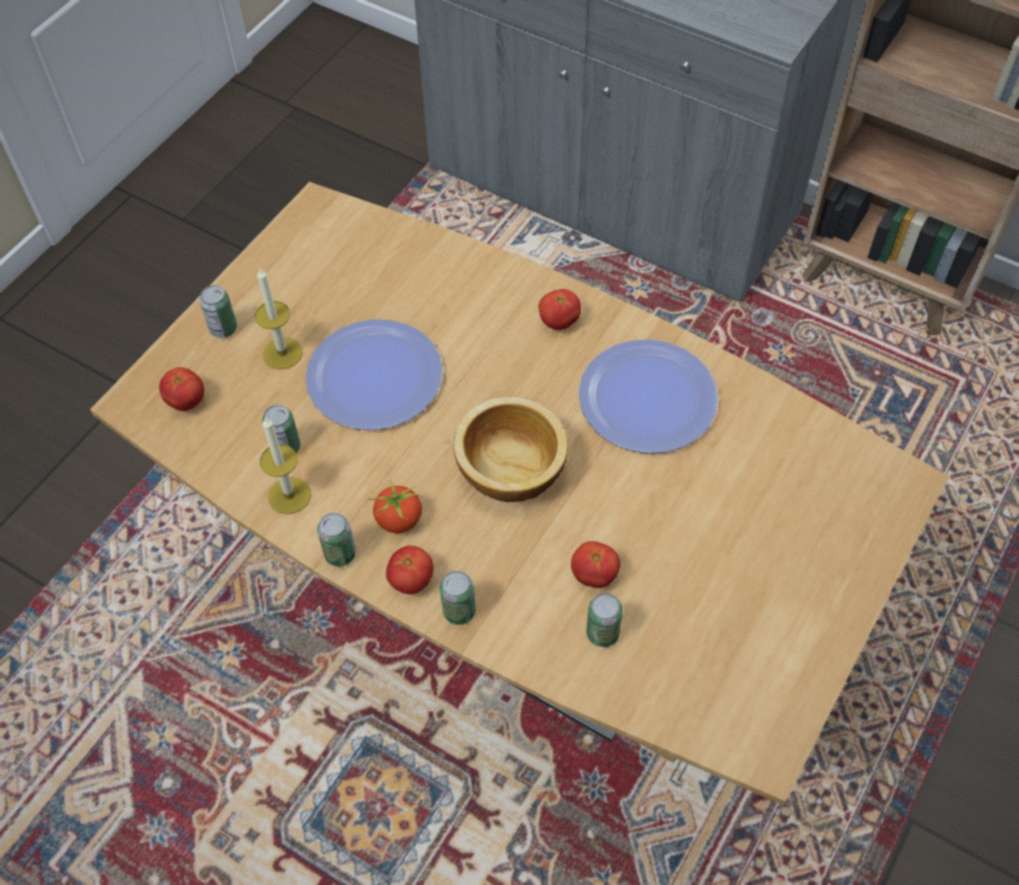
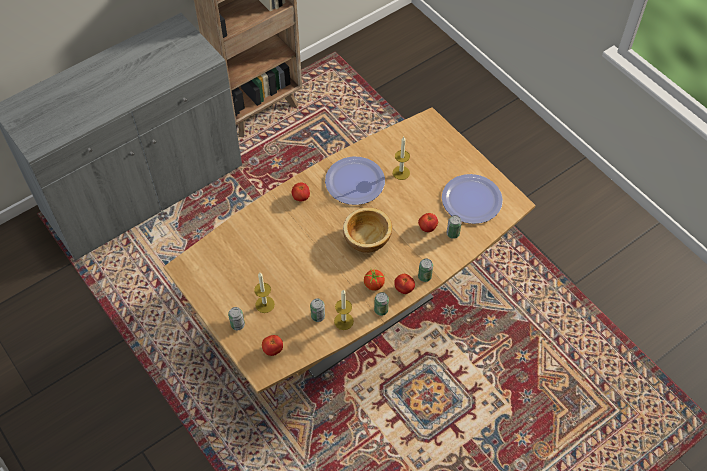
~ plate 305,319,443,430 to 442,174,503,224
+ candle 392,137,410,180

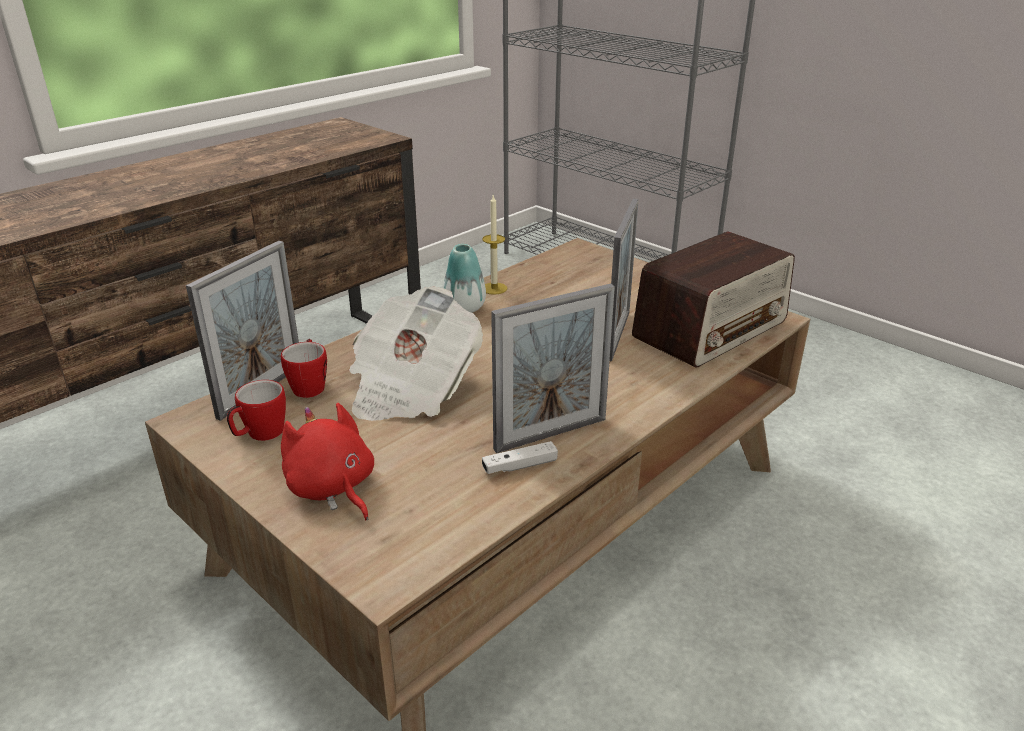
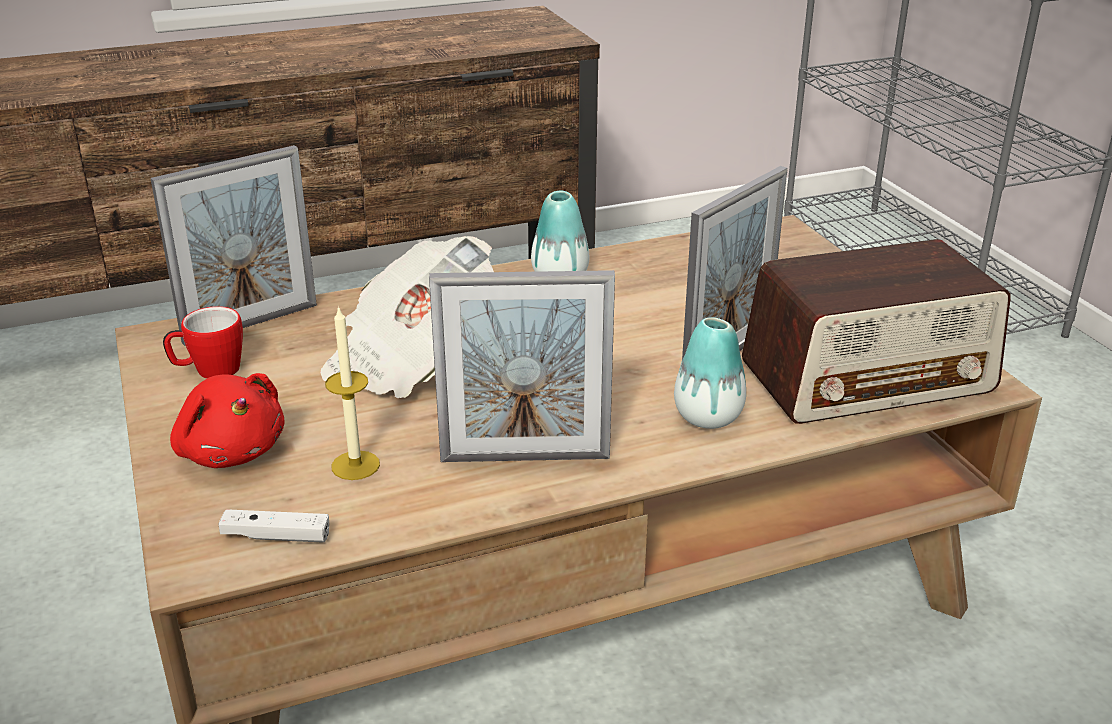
~ candle 482,195,508,295 to 325,306,380,480
- mug 281,339,327,398
~ plush toy (red) 281,403,374,520 = 170,373,285,468 150 degrees clockwise
~ game controller (white) 482,441,558,474 to 219,509,329,543
+ vase 674,317,746,429

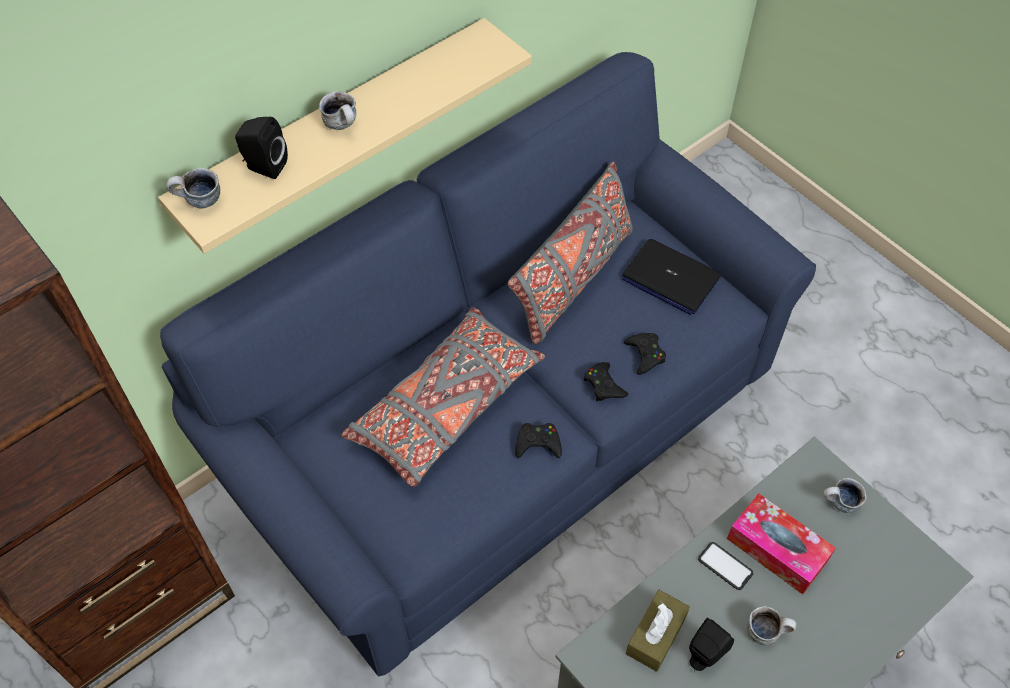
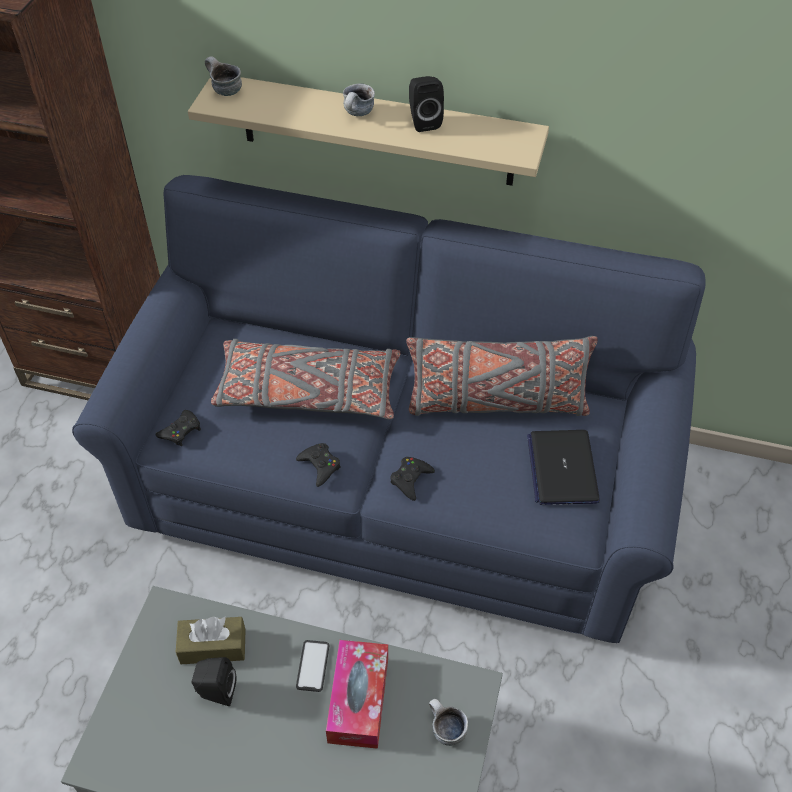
~ speaker (black) 235,117,288,179 to 409,76,444,132
~ game controller (black) 624,333,666,375 to 155,410,201,446
- mug 747,606,796,645

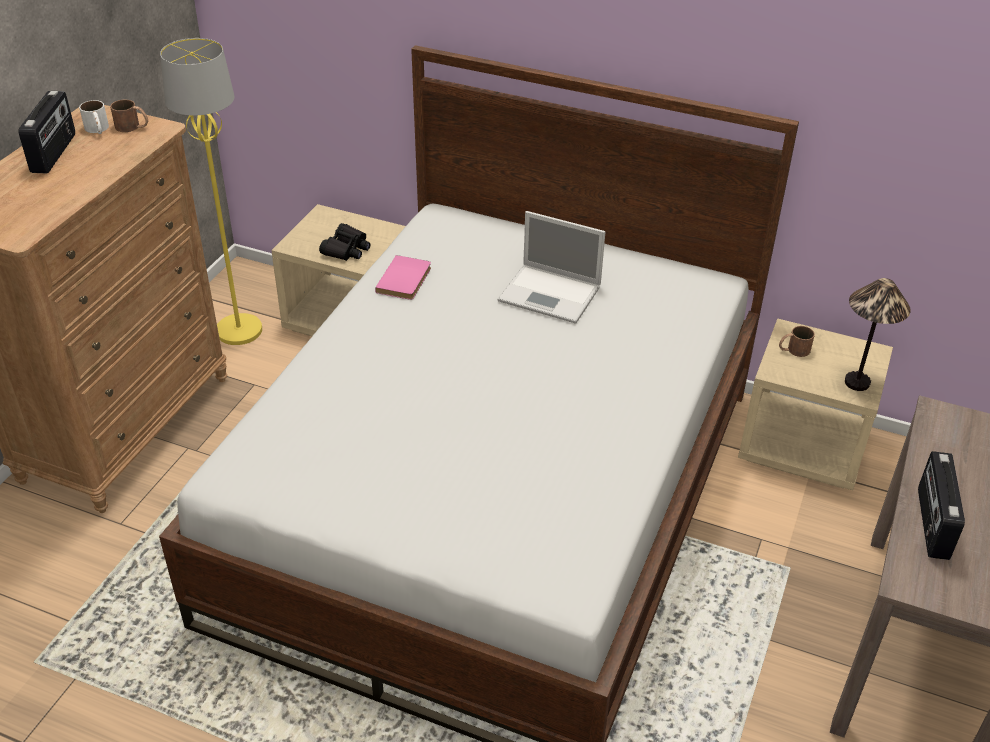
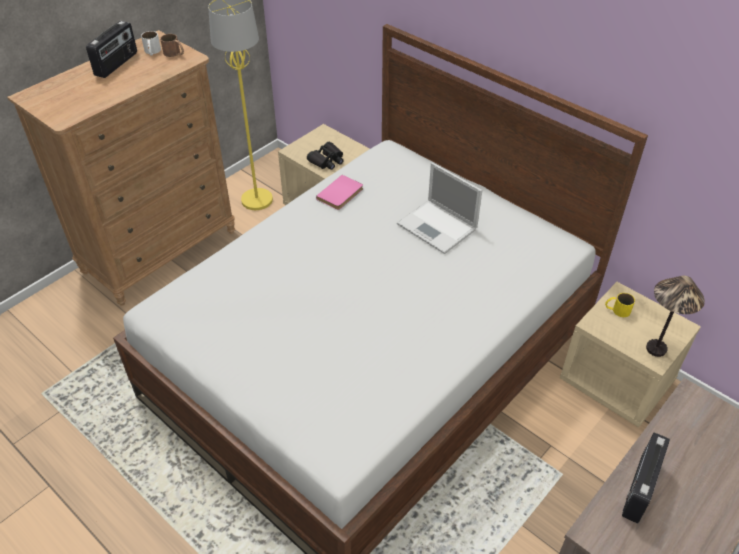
~ mug (brown) 779,326,815,357 to mug (yellow) 605,293,635,317

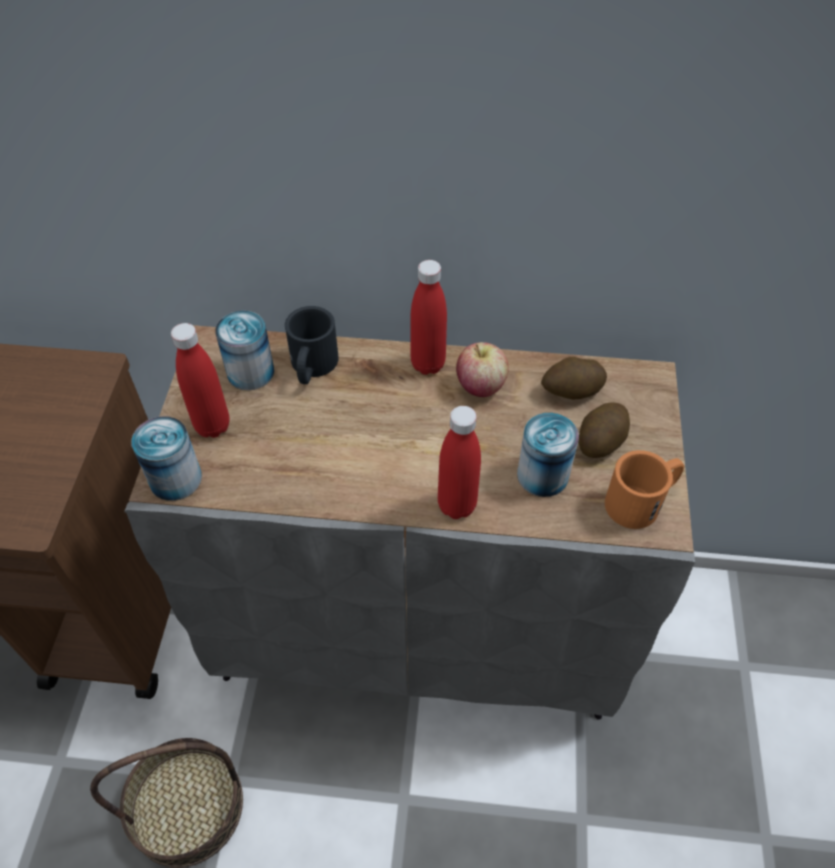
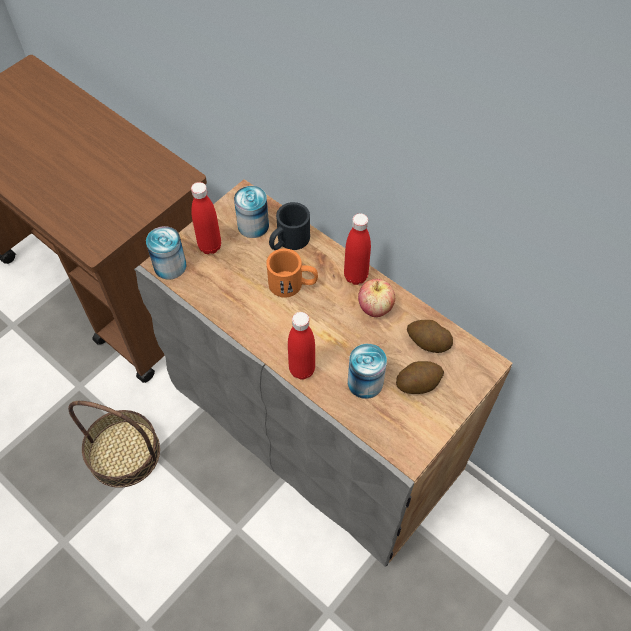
~ mug (orange) 605,450,684,529 to 266,248,318,298

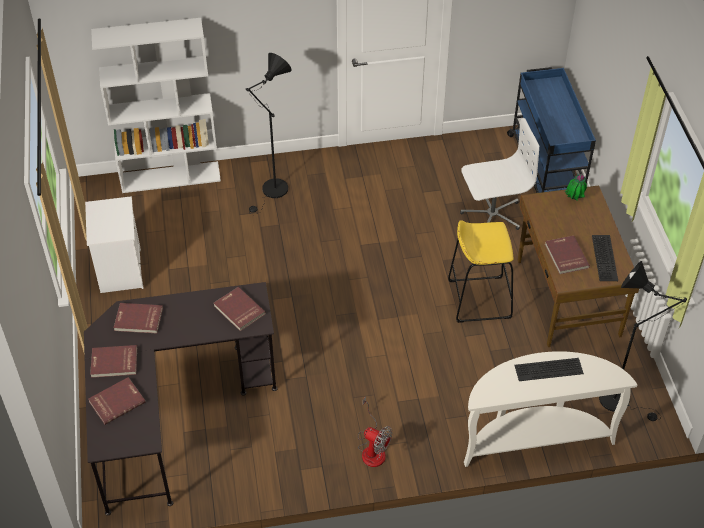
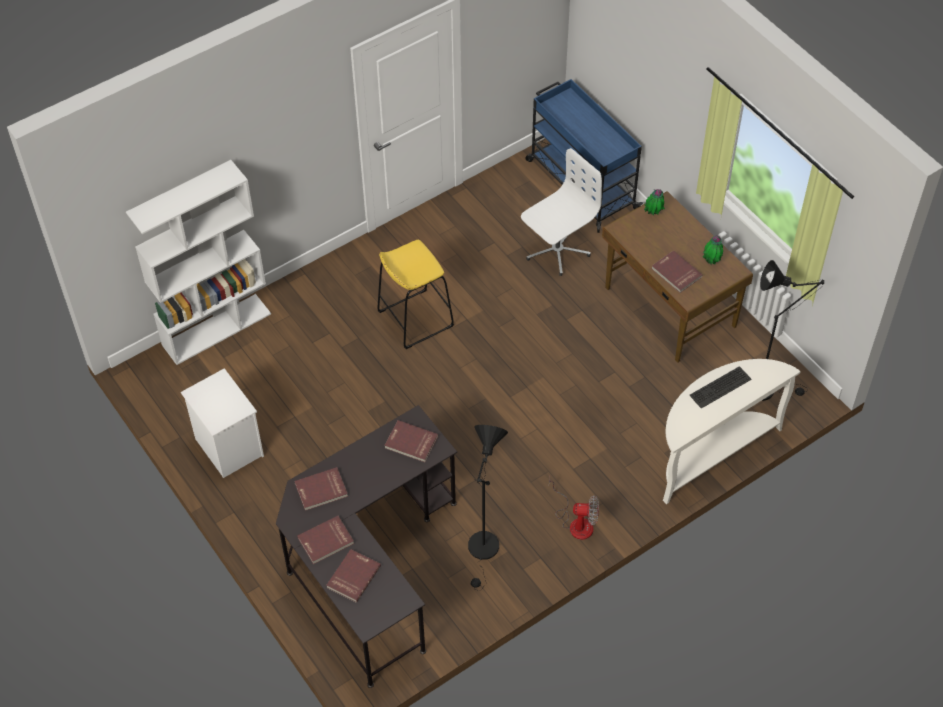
~ floor lamp (black) 245,53,292,215 to 468,425,508,591
~ stool (yellow) 448,220,514,323 to 377,240,454,349
~ keyboard 592,235,618,281 to potted plant 703,235,723,265

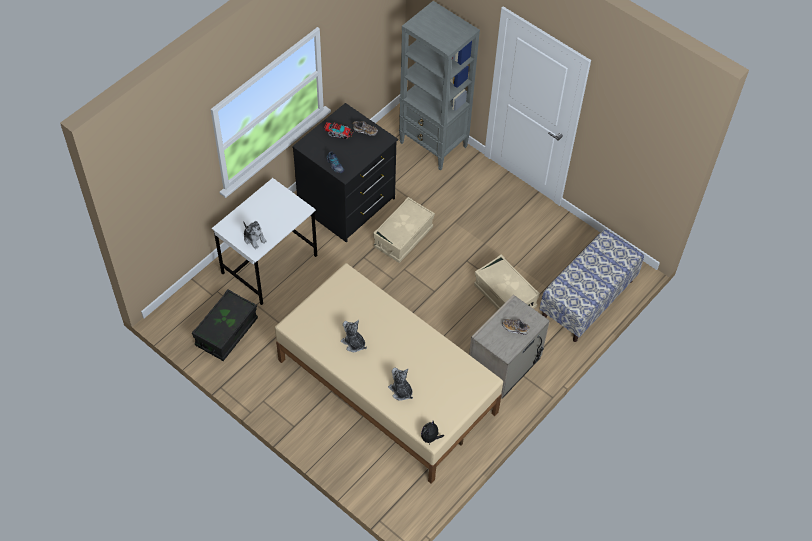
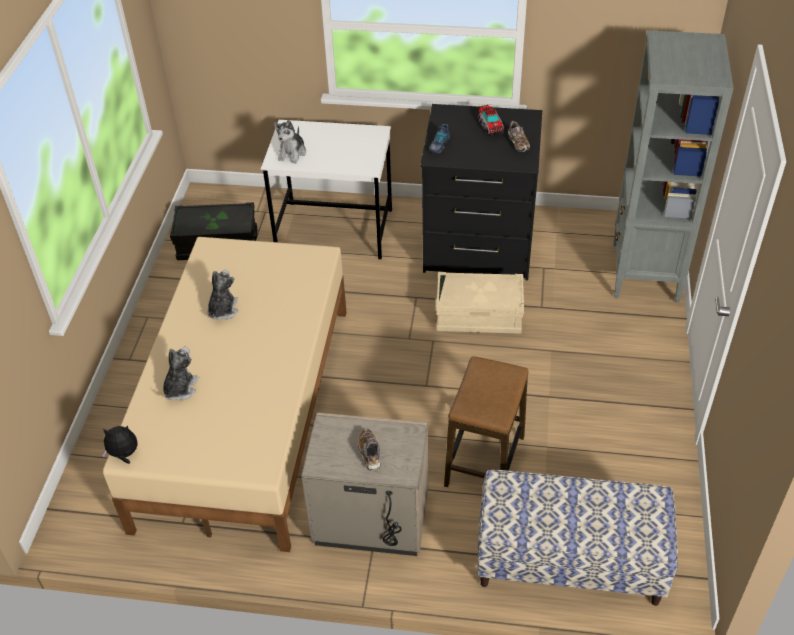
~ storage box (beige) 474,255,540,310 to stool 444,356,529,487

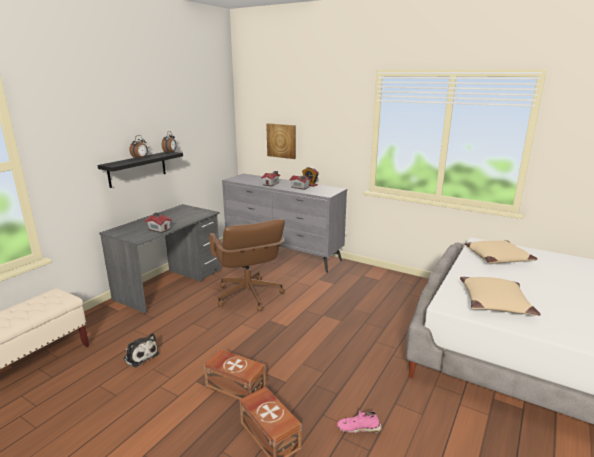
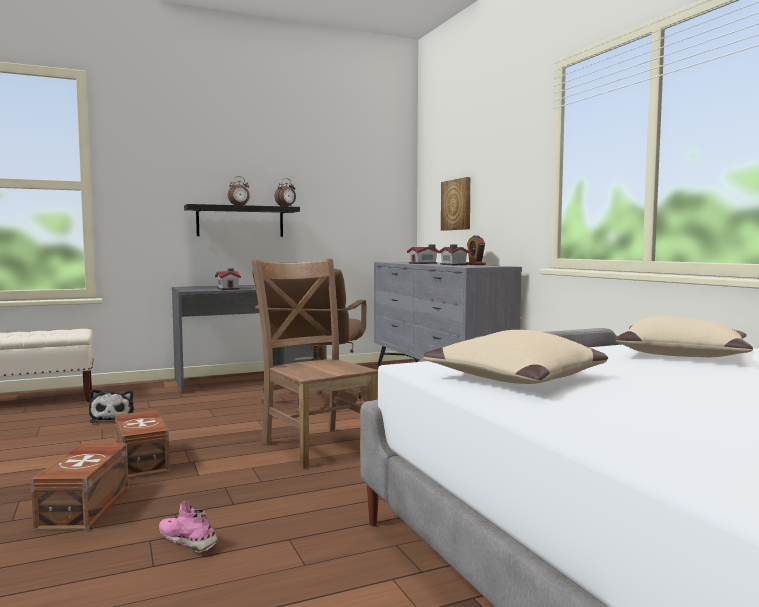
+ chair (brown) 251,259,378,468

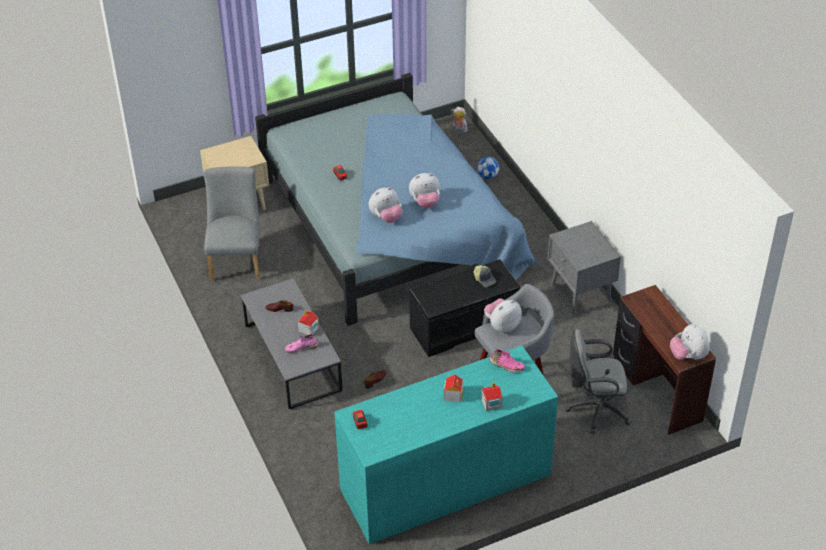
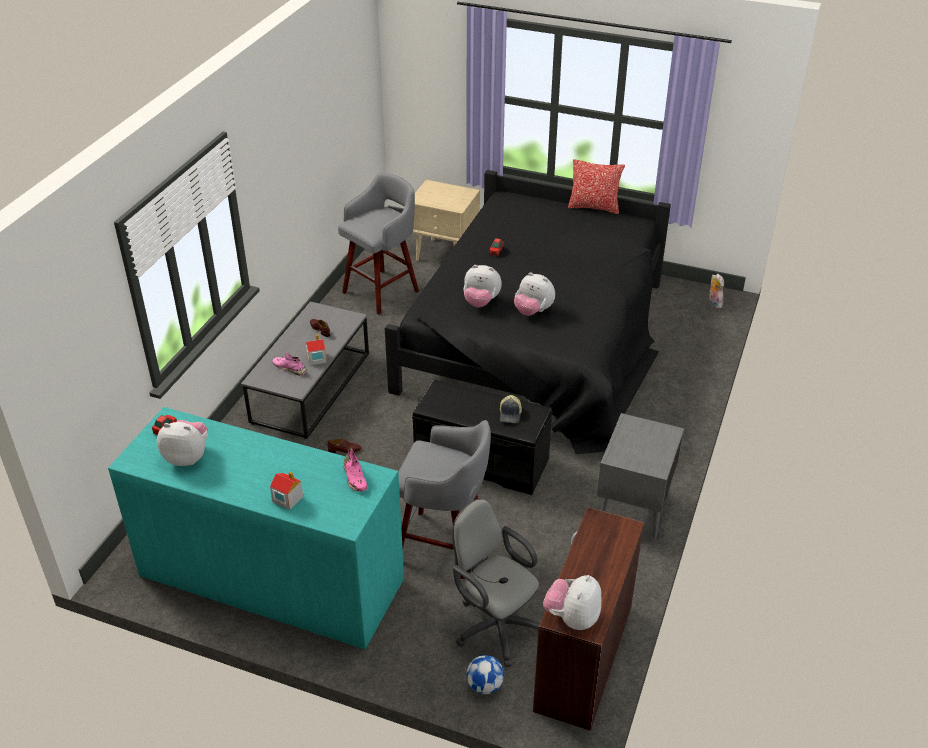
~ bed (blue) 255,73,537,326 to bed (black) 385,170,671,454
~ football 477,157,499,179 to 466,655,504,694
~ chair (grey) 203,167,260,281 to stool (grey) 338,172,419,315
~ plush toy 484,298,522,333 to 157,420,208,466
- toy house 444,374,463,403
+ pillow 568,159,625,214

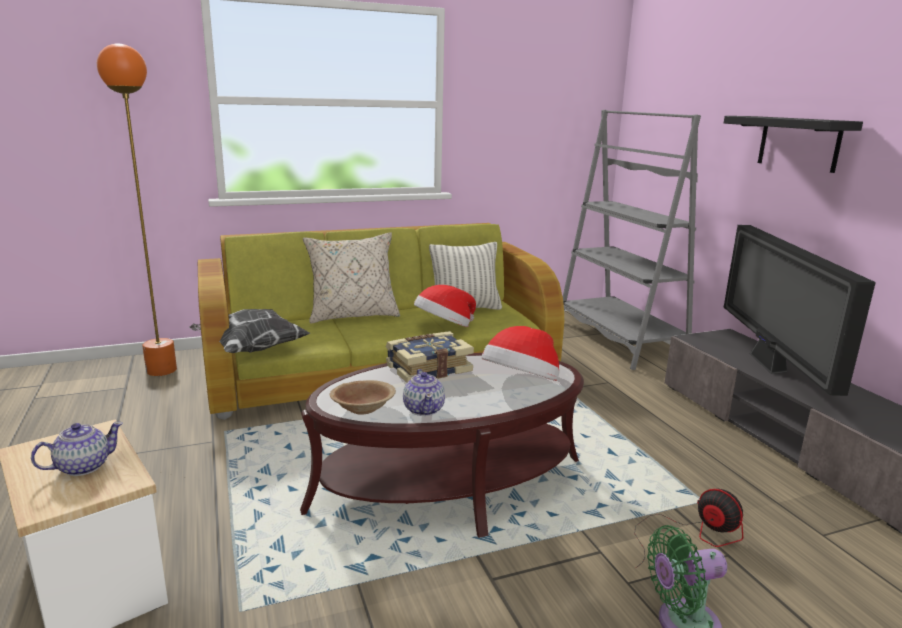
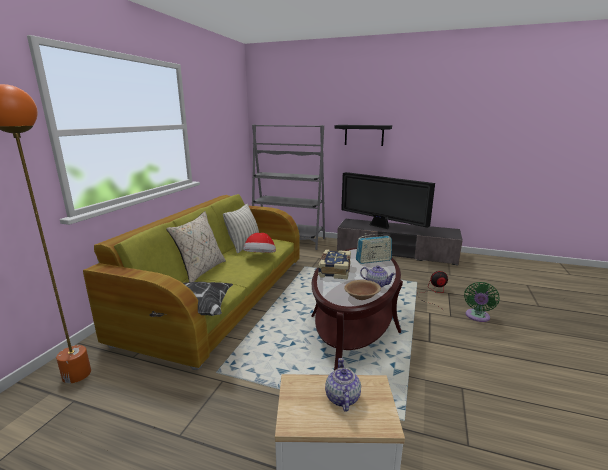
~ hat 481,326,560,381 to radio 356,233,392,264

